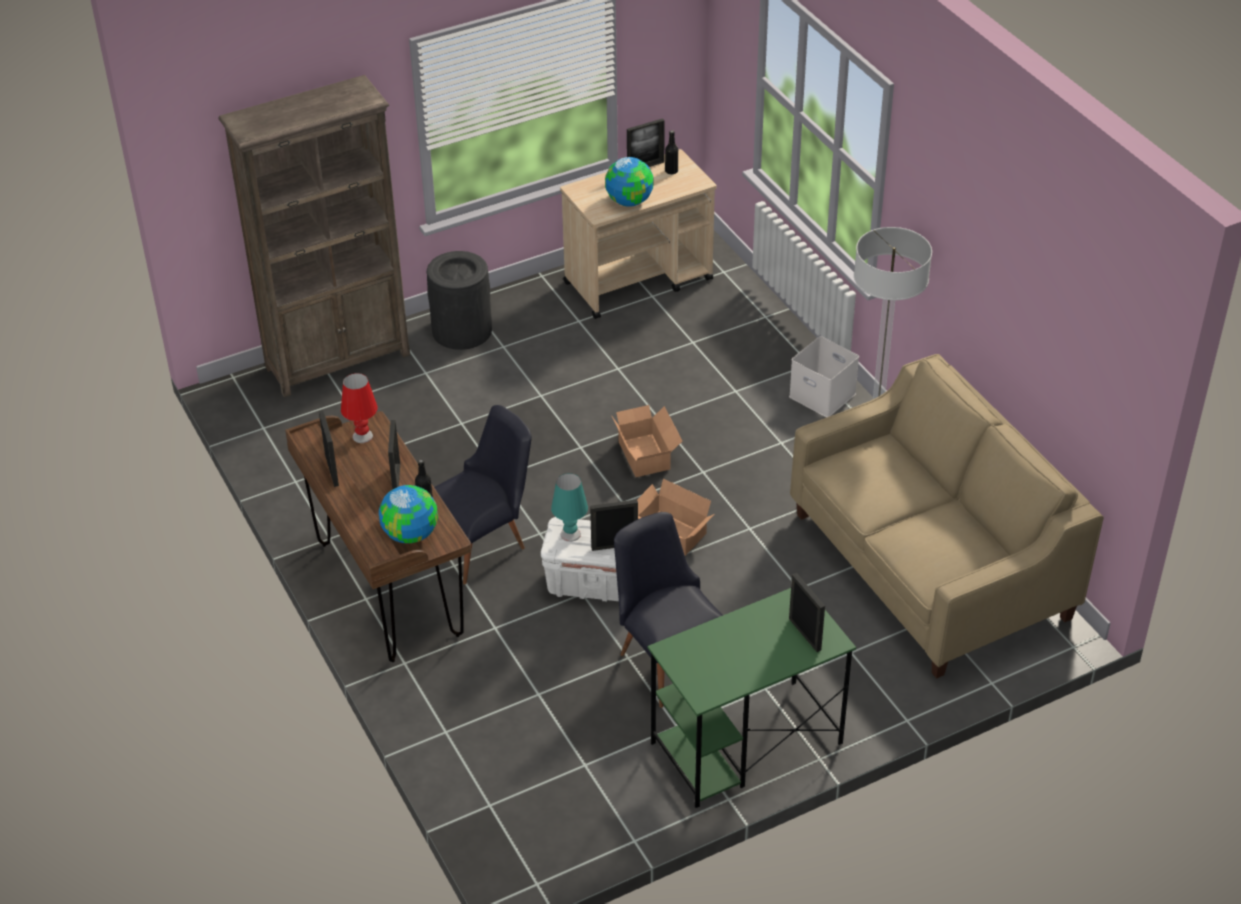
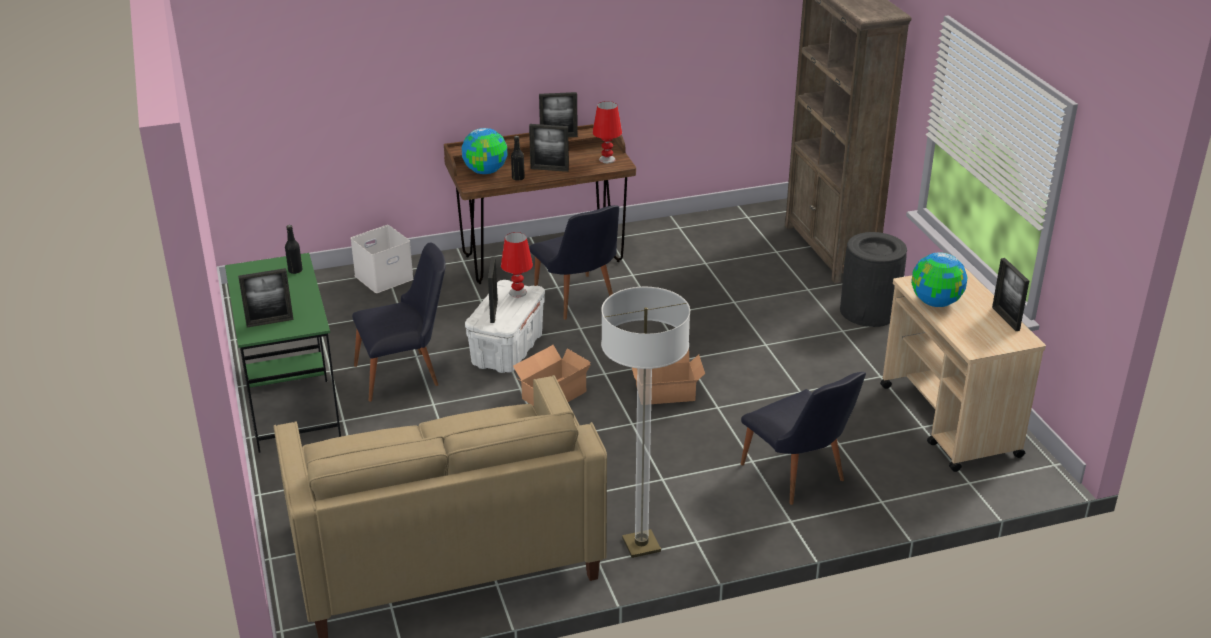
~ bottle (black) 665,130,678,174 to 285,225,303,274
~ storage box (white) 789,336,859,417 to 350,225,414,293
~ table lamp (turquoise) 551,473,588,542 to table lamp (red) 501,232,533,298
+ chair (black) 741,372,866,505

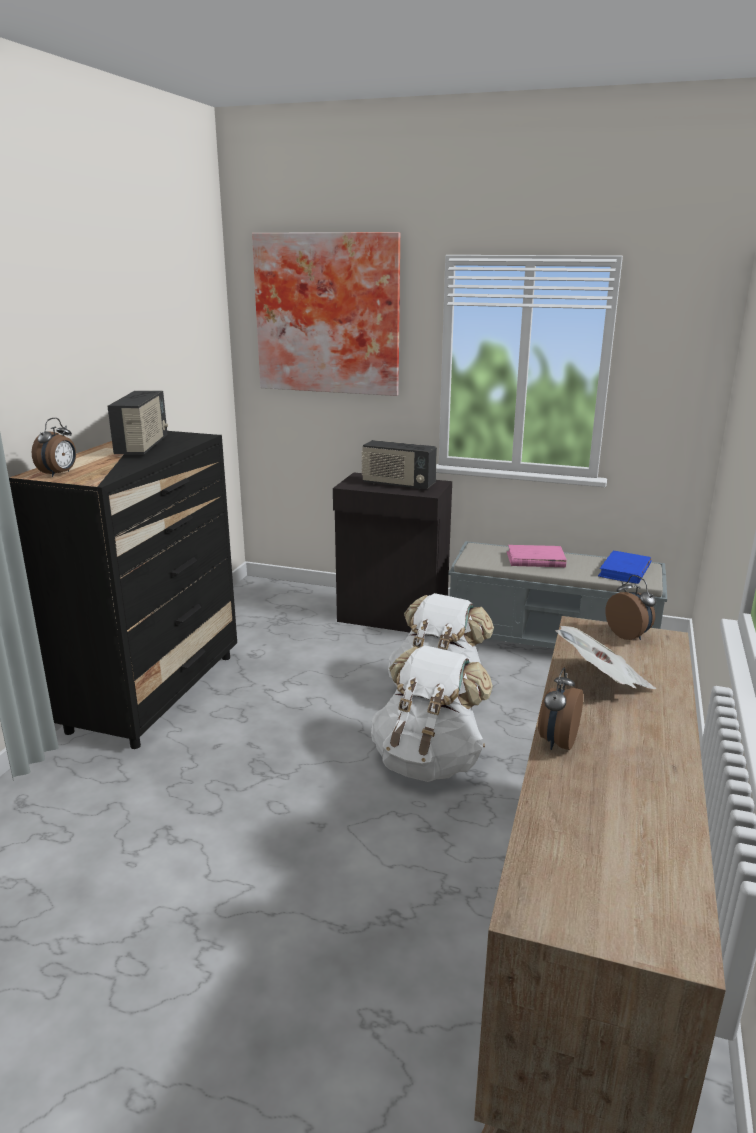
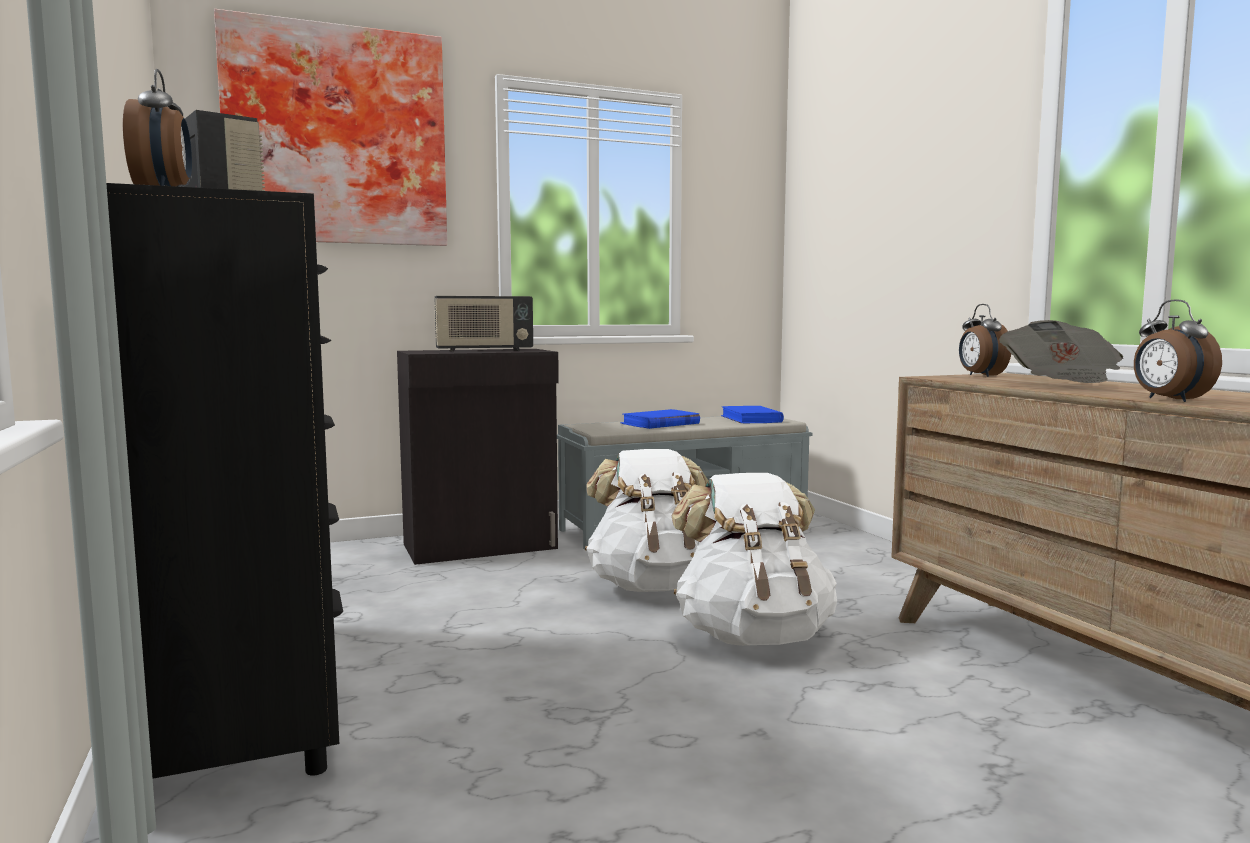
~ book (pink) 507,545,566,567 to book (blue) 621,409,700,429
~ alarm clock 605,575,656,640 = 959,304,1011,377 120 degrees counterclockwise

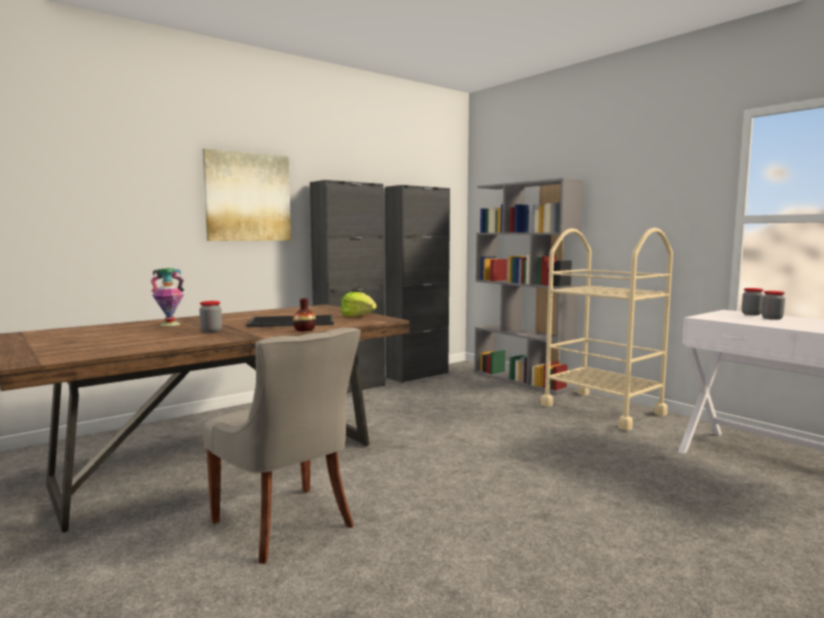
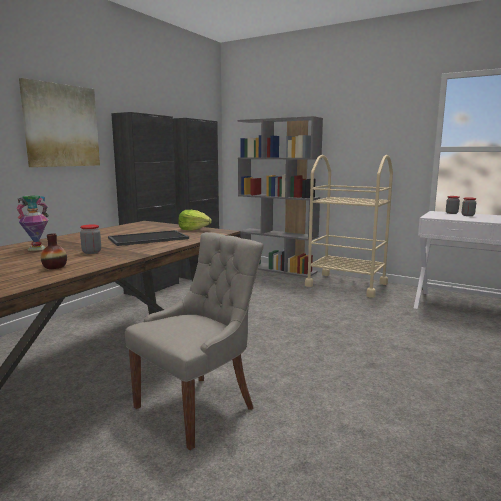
~ vase 293,298,316,331 to 41,234,67,269
~ chair (grey) 203,328,361,564 = 125,232,264,450 75 degrees counterclockwise

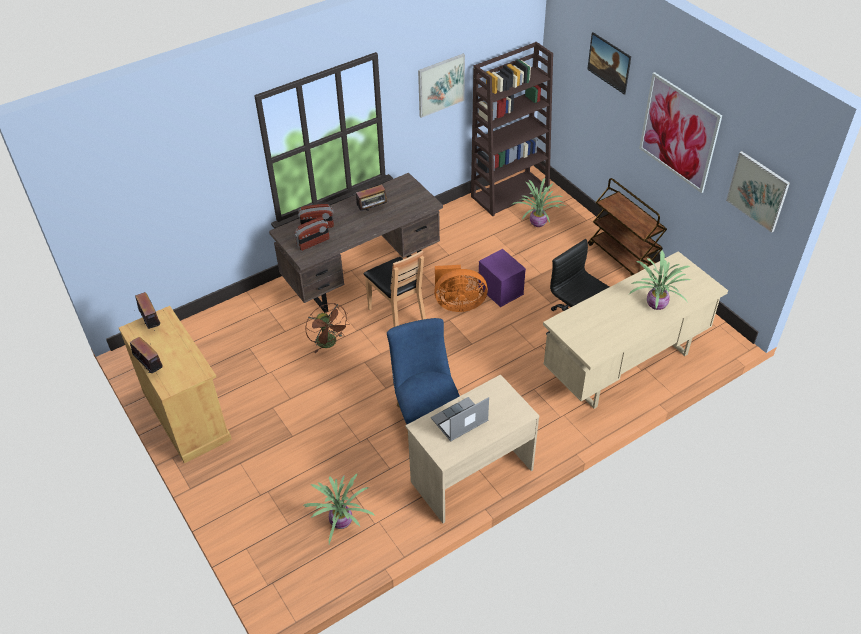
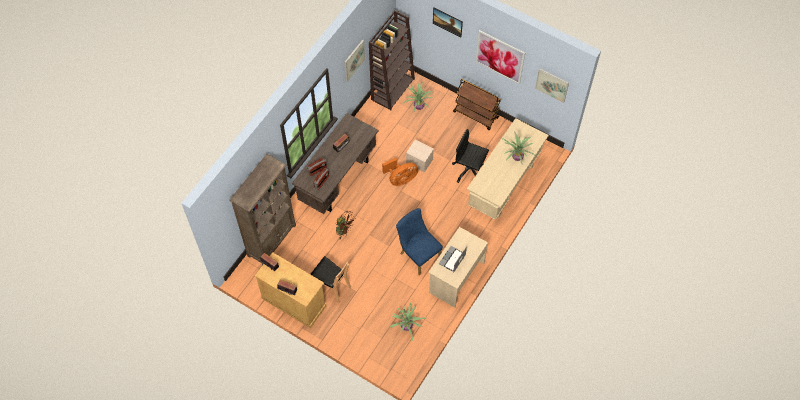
~ storage box (purple) 478,249,526,307 to storage box (beige) 406,140,434,173
~ chair (brown) 364,250,426,327 to 310,256,351,304
+ bookcase (brown) 229,154,296,265

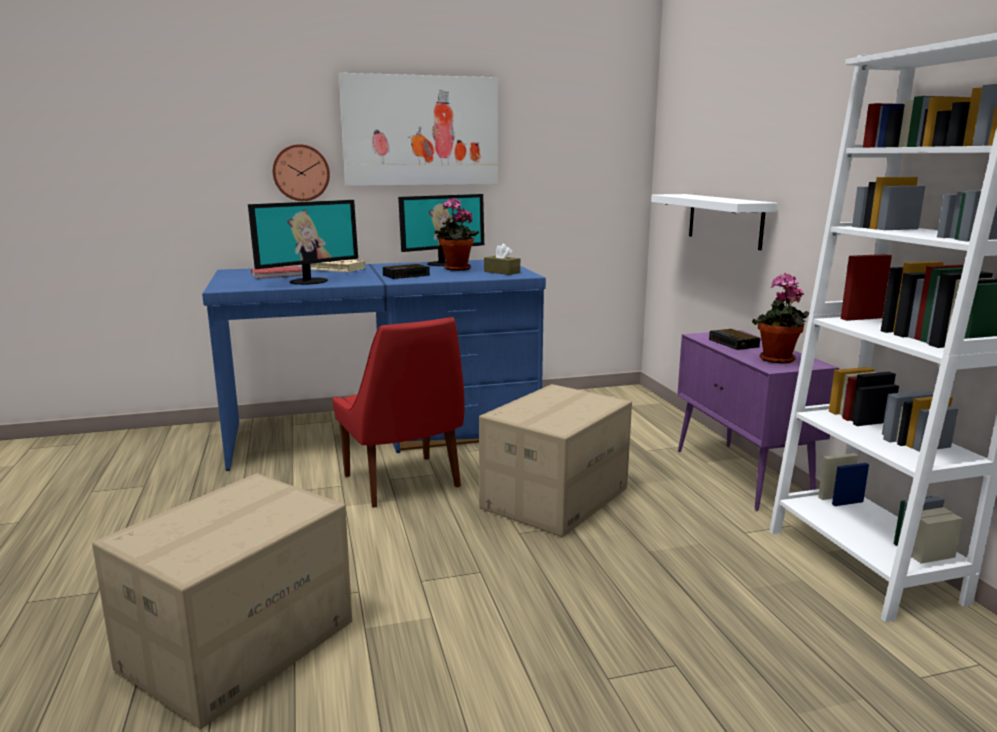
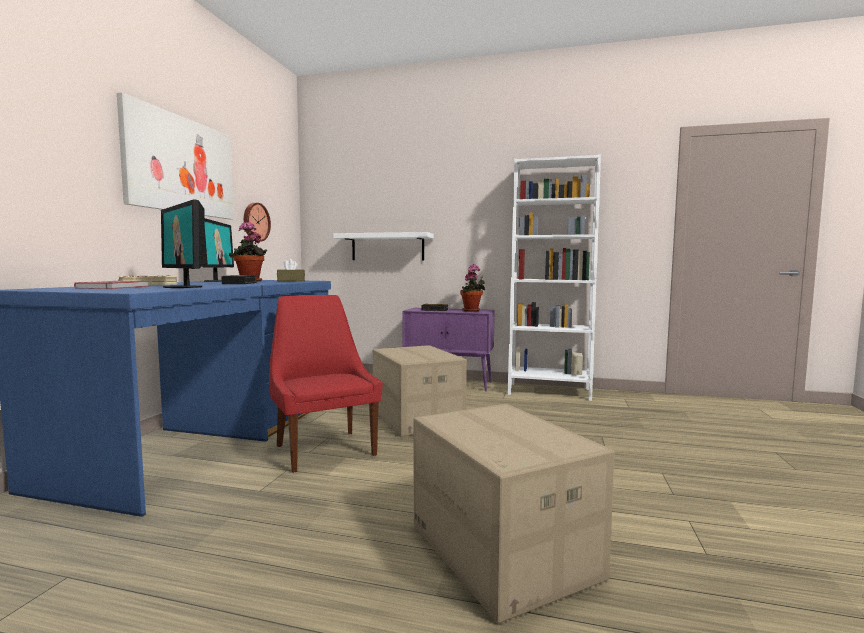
~ wall clock 273,144,330,201 to 244,203,271,242
~ monitor 248,200,358,285 = 161,199,205,288 150 degrees clockwise
~ chair (red) 333,317,465,508 = 269,295,383,473 120 degrees counterclockwise

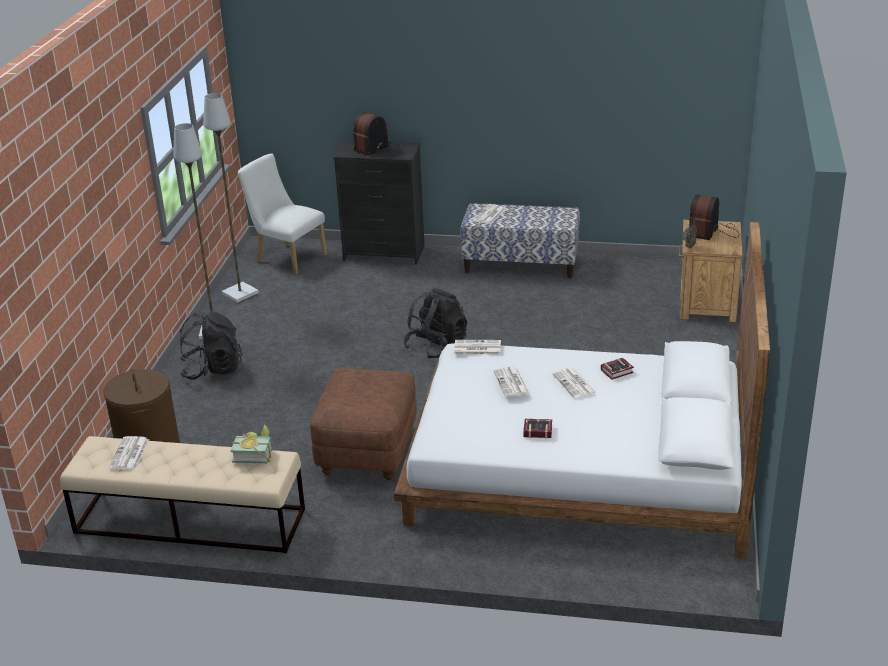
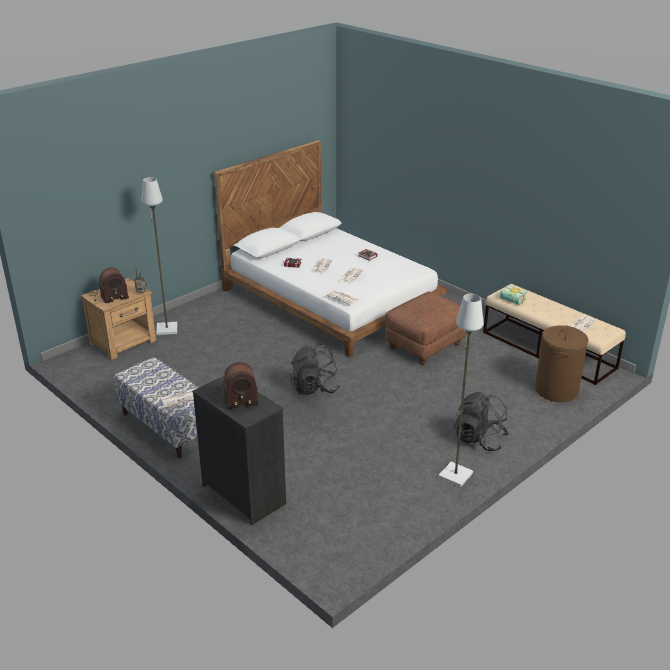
~ floor lamp (grey) 203,93,259,303 to 142,177,177,335
- chair (white) 238,153,327,275

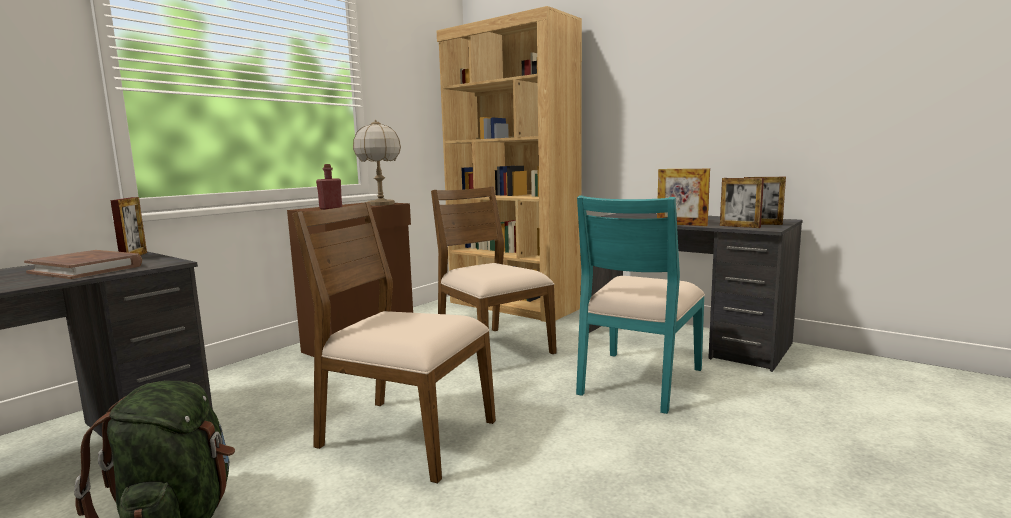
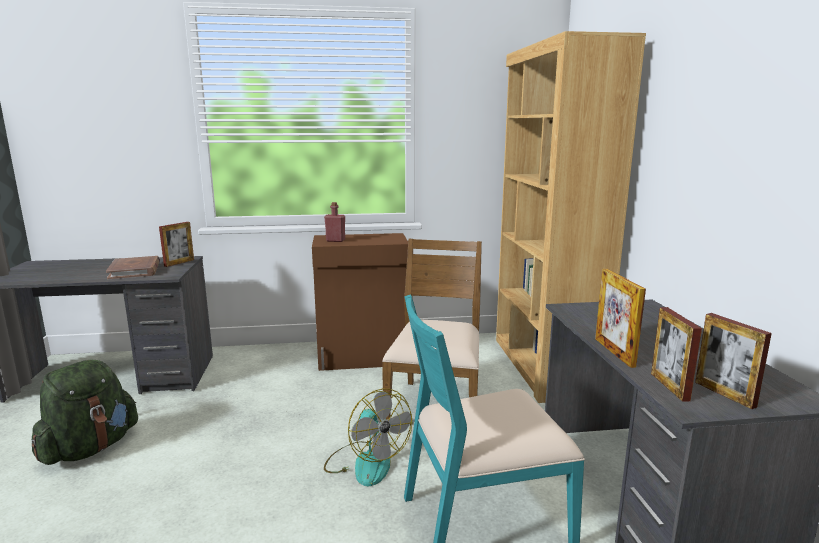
- table lamp 353,120,401,206
- chair (brown) 292,202,496,483
+ fan 324,389,412,486

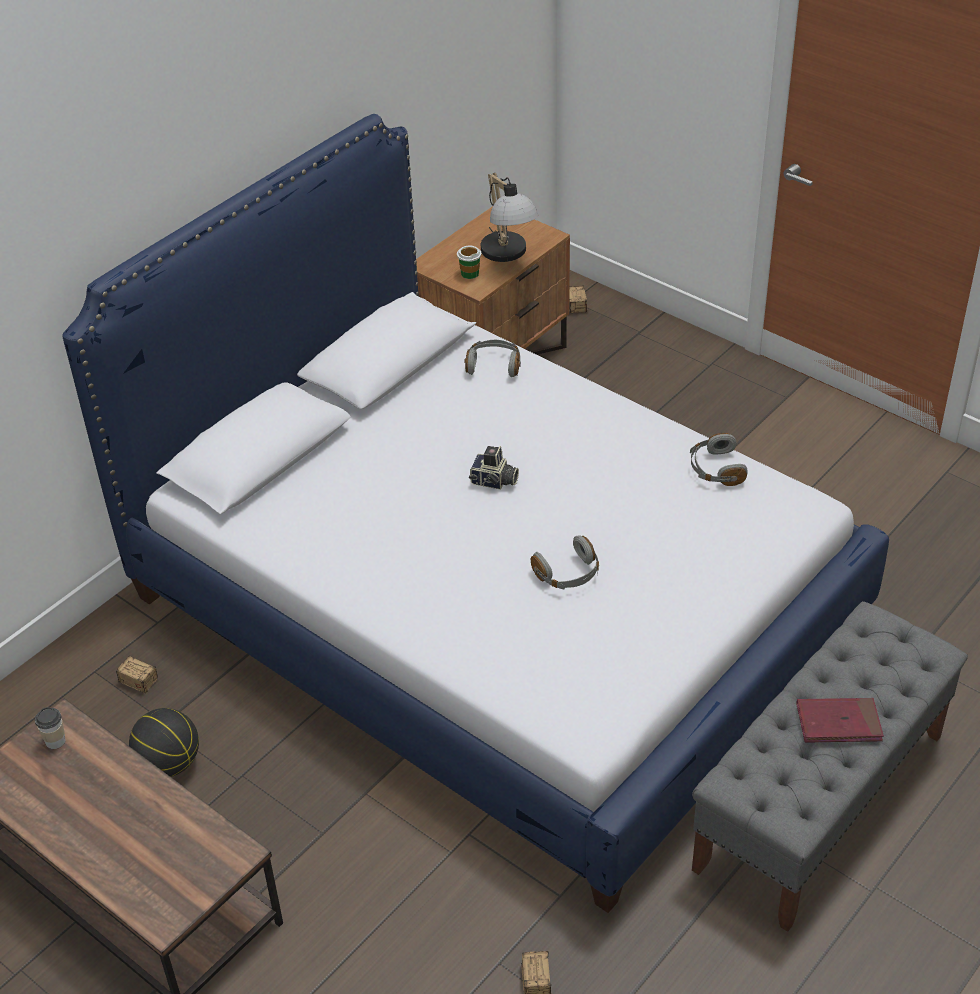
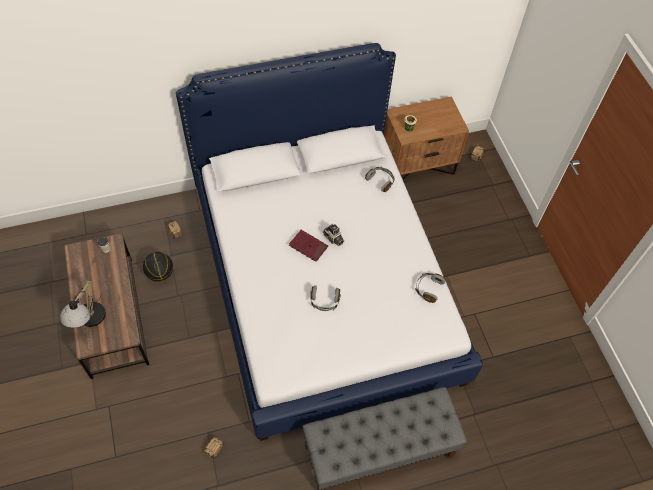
~ table lamp 481,173,538,262 to 60,280,106,328
~ book (red) 796,698,884,743 to 289,230,328,262

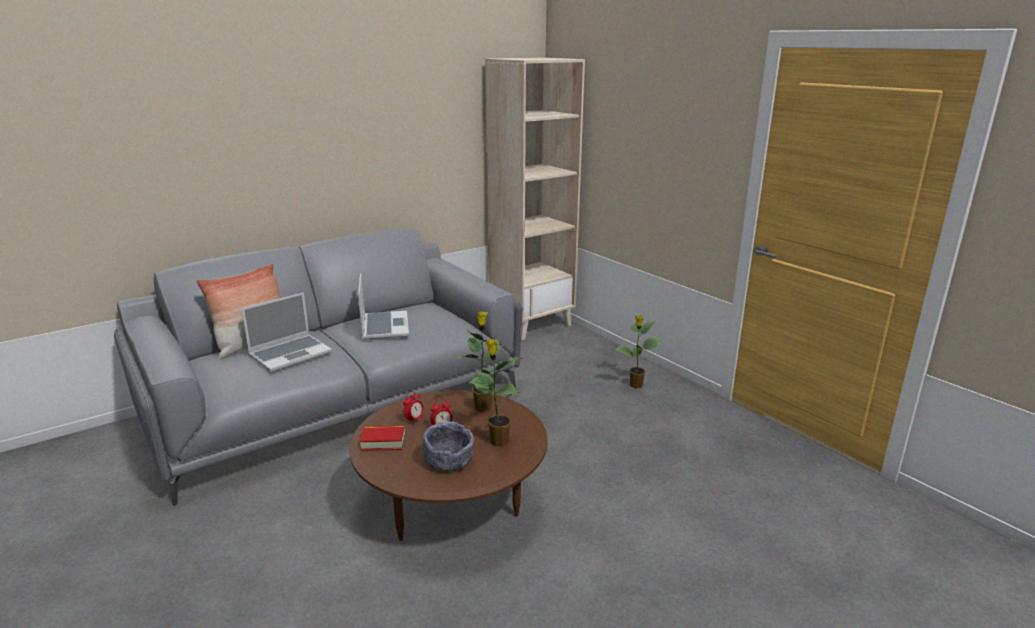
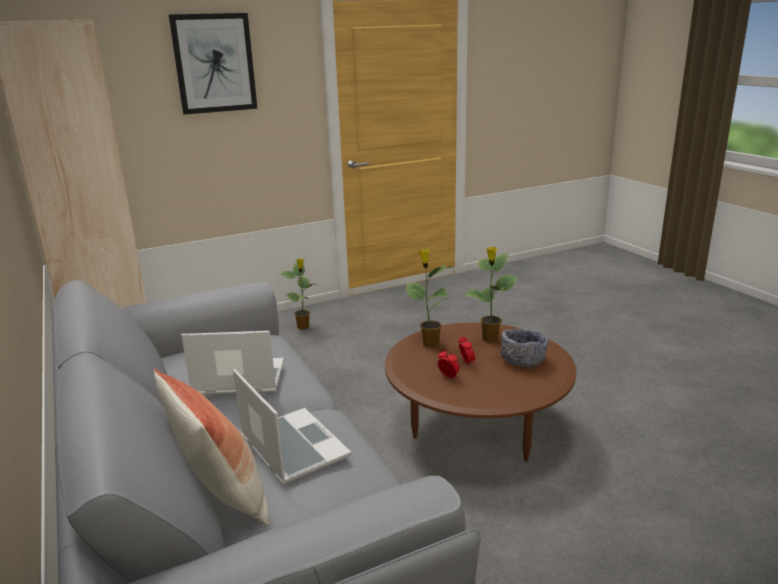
- book 360,426,405,451
+ picture 169,13,258,115

